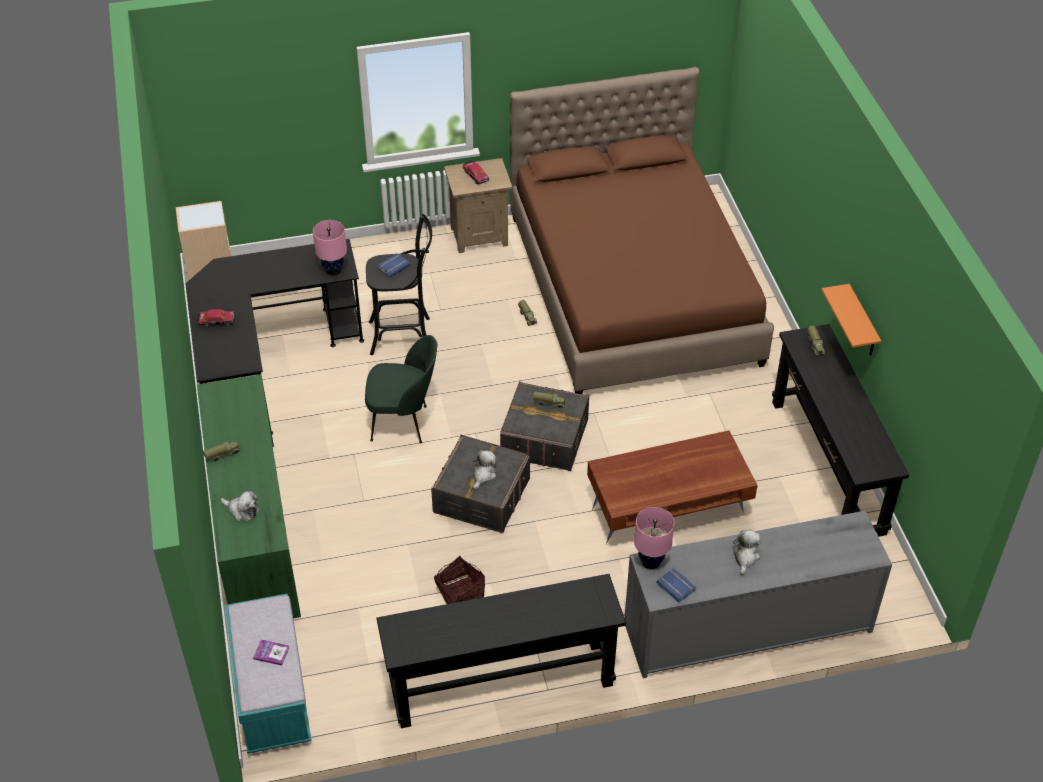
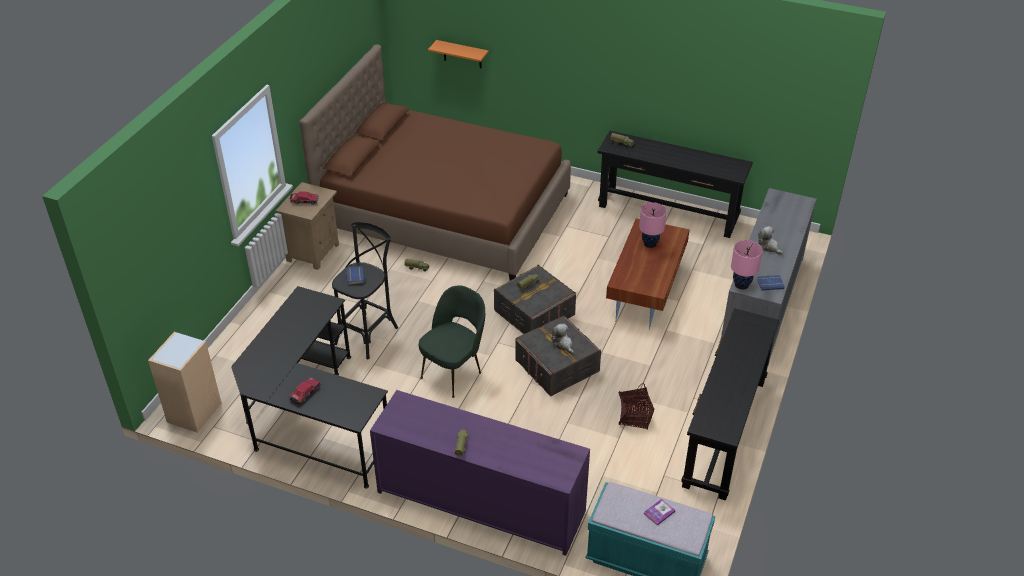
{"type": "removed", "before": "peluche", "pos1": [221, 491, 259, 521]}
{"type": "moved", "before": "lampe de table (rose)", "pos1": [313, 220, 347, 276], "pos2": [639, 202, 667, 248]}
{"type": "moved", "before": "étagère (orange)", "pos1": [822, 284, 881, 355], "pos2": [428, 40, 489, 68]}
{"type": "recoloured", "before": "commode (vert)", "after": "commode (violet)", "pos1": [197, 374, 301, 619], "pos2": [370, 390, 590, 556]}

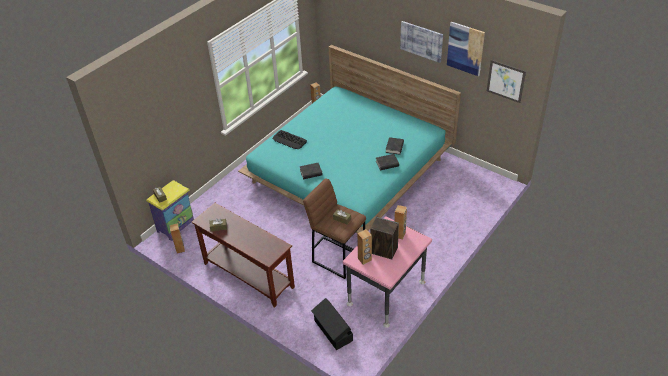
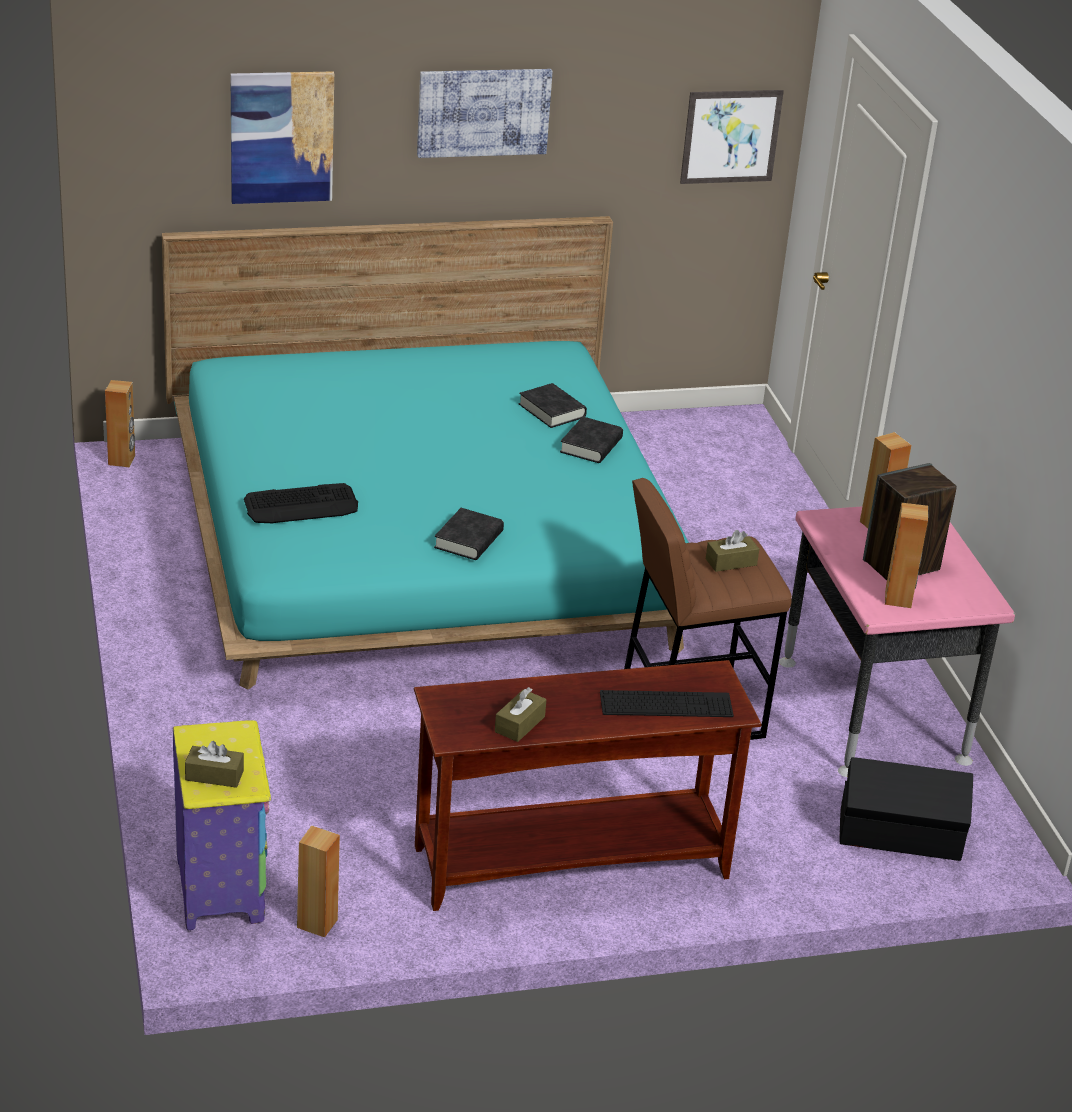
{"type": "added", "after": "clavier", "pos2": [600, 690, 734, 717]}
{"type": "moved", "before": "tableau", "pos1": [447, 22, 485, 76], "pos2": [230, 71, 334, 204]}

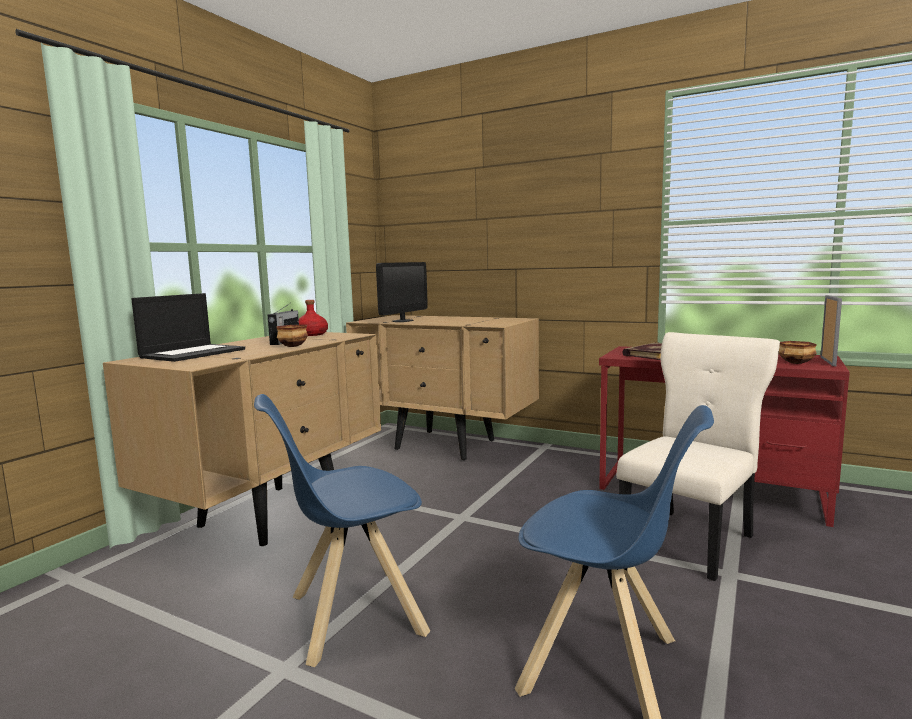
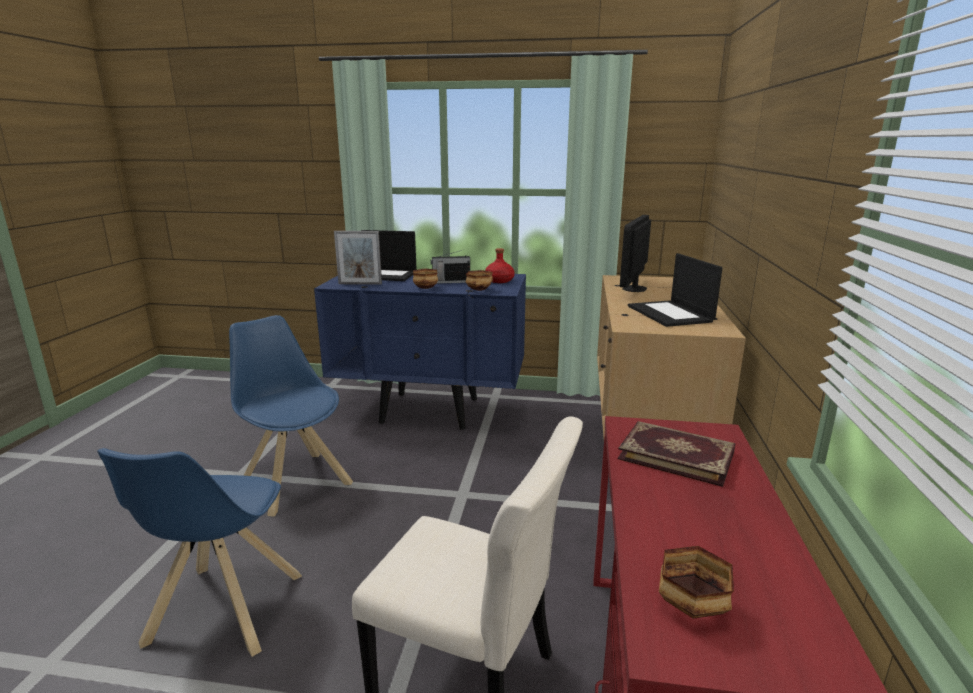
{"type": "added", "after": "bol", "pos2": [465, 270, 493, 291]}
{"type": "added", "after": "ordinateur portable", "pos2": [628, 253, 723, 327]}
{"type": "moved", "before": "cadre photo", "pos1": [820, 295, 842, 366], "pos2": [334, 231, 382, 285]}
{"type": "recoloured", "before": "commode (beige)", "after": "commode (bleu)", "pos1": [103, 332, 381, 546], "pos2": [314, 274, 526, 430]}
{"type": "turned", "before": "écran d'ordinateur", "pos1": [376, 262, 428, 322], "pos2": [620, 215, 651, 292], "turn": 105}

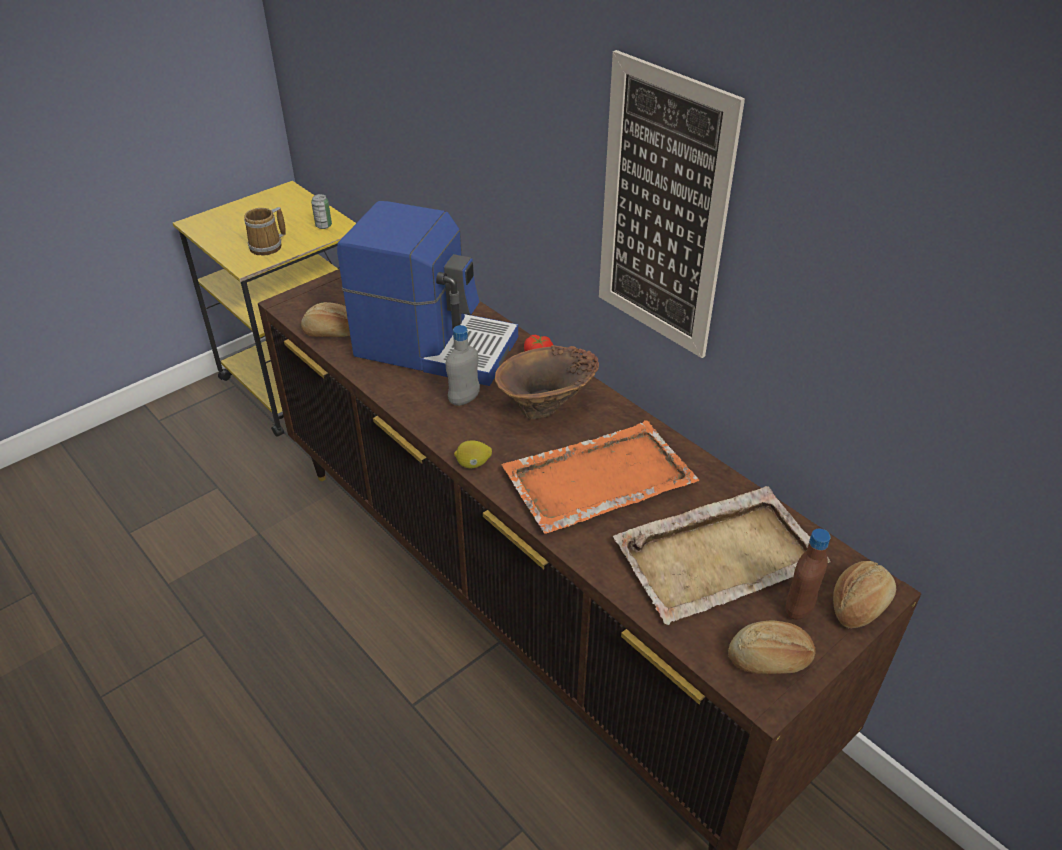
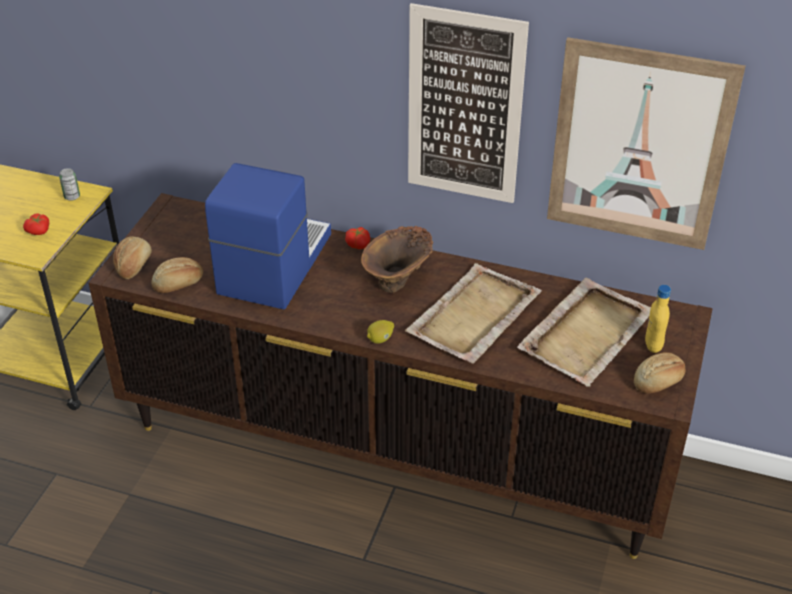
{"type": "removed", "before": "bouteille (gris)", "pos1": [446, 325, 480, 406]}
{"type": "added", "after": "tableau", "pos2": [547, 37, 746, 250]}
{"type": "moved", "before": "pain", "pos1": [833, 561, 896, 629], "pos2": [113, 237, 152, 279]}
{"type": "replaced", "before": "mug", "after": "tomate", "pos1": [244, 207, 286, 256], "pos2": [23, 213, 49, 235]}
{"type": "recoloured", "before": "plateau (orange)", "after": "plateau (beige)", "pos1": [502, 420, 699, 534], "pos2": [405, 263, 542, 363]}
{"type": "recoloured", "before": "bouteille (marron)", "after": "bouteille (jaune)", "pos1": [786, 528, 831, 620], "pos2": [645, 285, 671, 353]}
{"type": "turned", "before": "machine à café", "pos1": [337, 201, 518, 386], "pos2": [205, 163, 331, 309], "turn": -60}

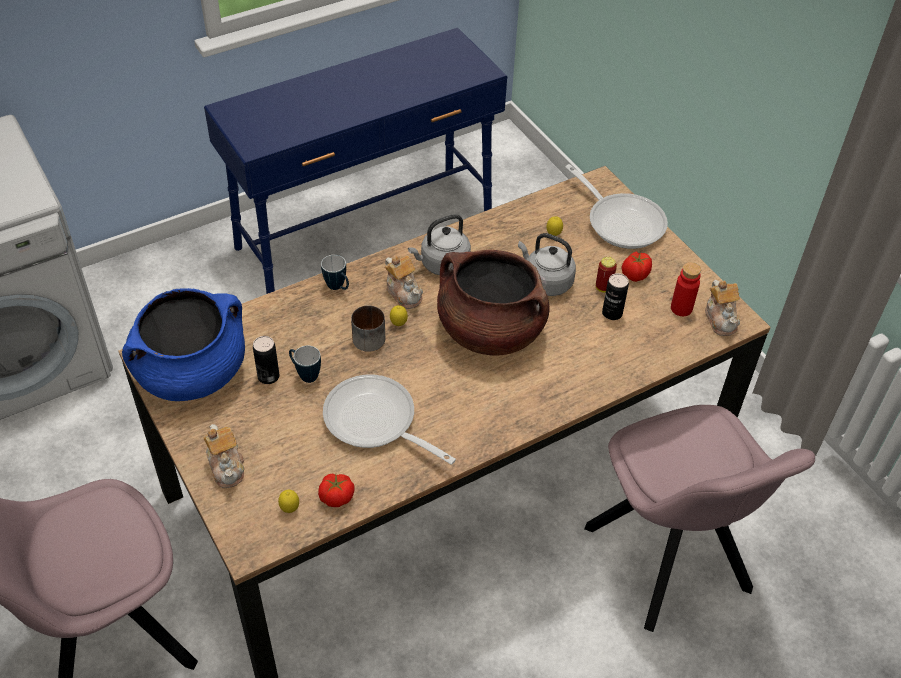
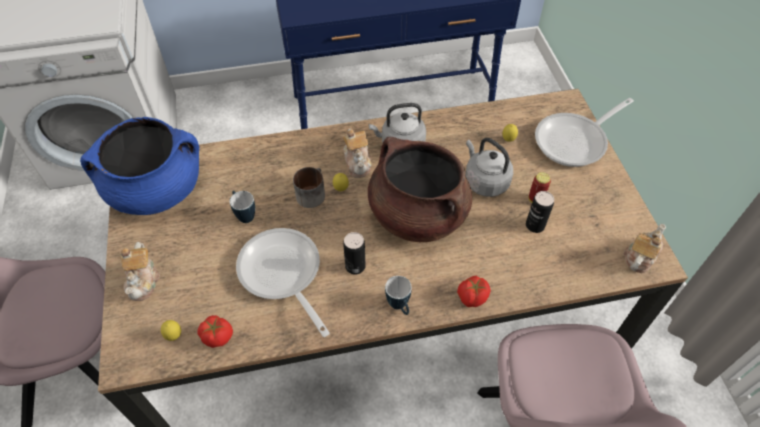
{"type": "removed", "before": "bouteille (rouge)", "pos1": [671, 262, 701, 316]}
{"type": "moved", "before": "boîte métallique", "pos1": [253, 336, 280, 384], "pos2": [343, 232, 366, 275]}
{"type": "moved", "before": "mug", "pos1": [321, 255, 349, 290], "pos2": [385, 276, 412, 315]}
{"type": "moved", "before": "tomate", "pos1": [621, 251, 652, 282], "pos2": [457, 276, 491, 307]}
{"type": "turned", "before": "poêle", "pos1": [565, 164, 668, 249], "pos2": [535, 98, 634, 167], "turn": 75}
{"type": "turned", "before": "théière", "pos1": [705, 280, 740, 336], "pos2": [623, 224, 666, 273], "turn": -150}

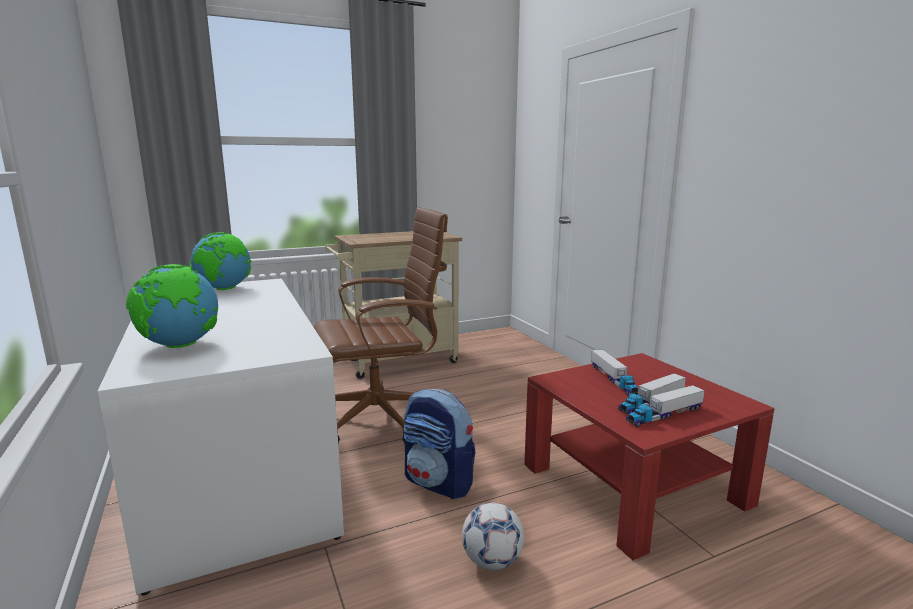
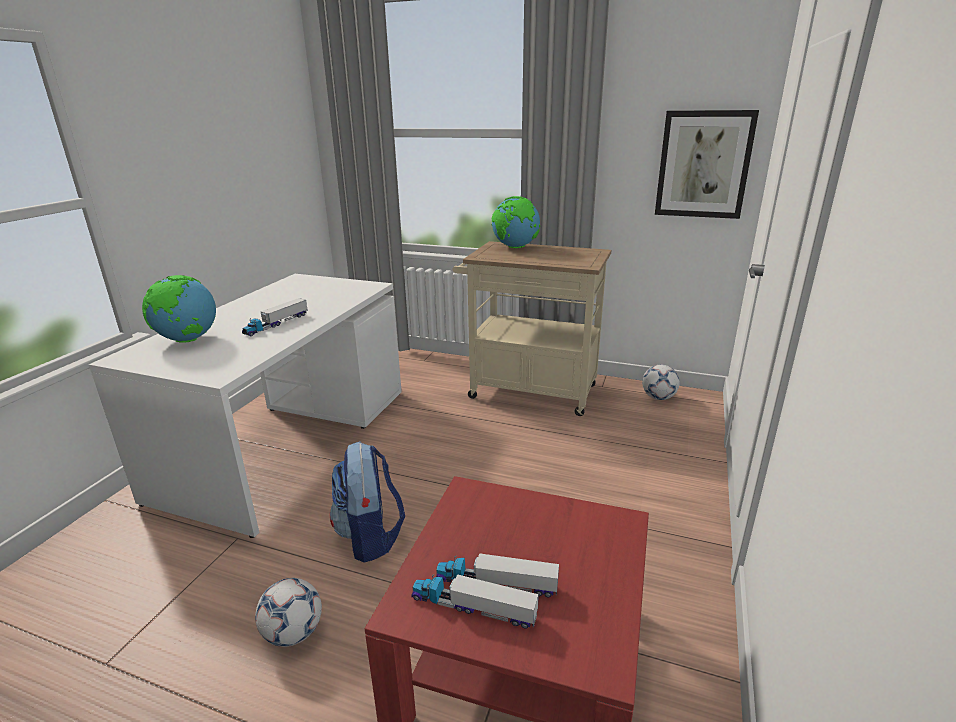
{"type": "removed", "before": "chaise de bureau (marron)", "pos1": [314, 207, 448, 444]}
{"type": "added", "after": "ballon de foot", "pos2": [642, 365, 680, 400]}
{"type": "added", "after": "tableau", "pos2": [655, 110, 759, 219]}
{"type": "moved", "before": "globe", "pos1": [190, 232, 252, 290], "pos2": [492, 196, 540, 248]}
{"type": "moved", "before": "camion jouet", "pos1": [591, 350, 638, 395], "pos2": [242, 298, 307, 336]}

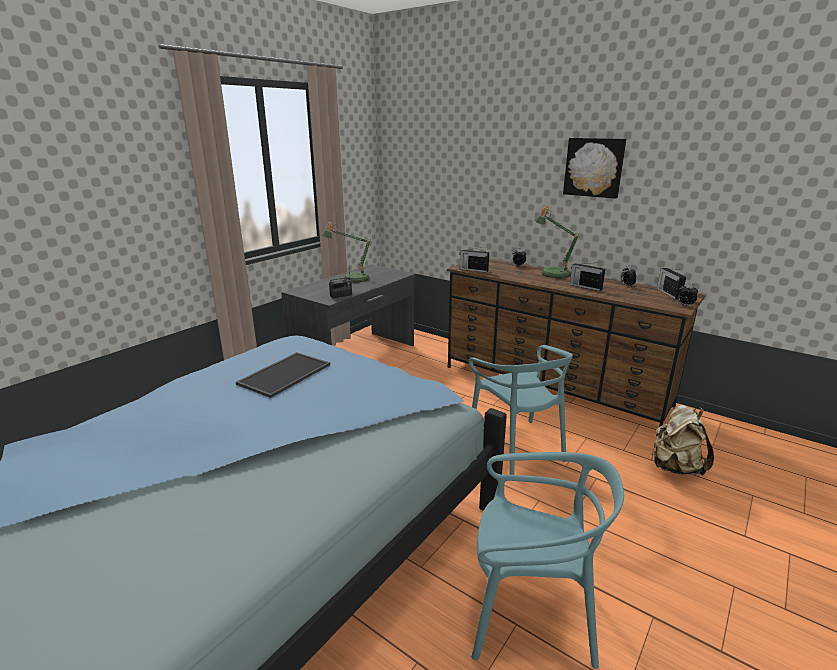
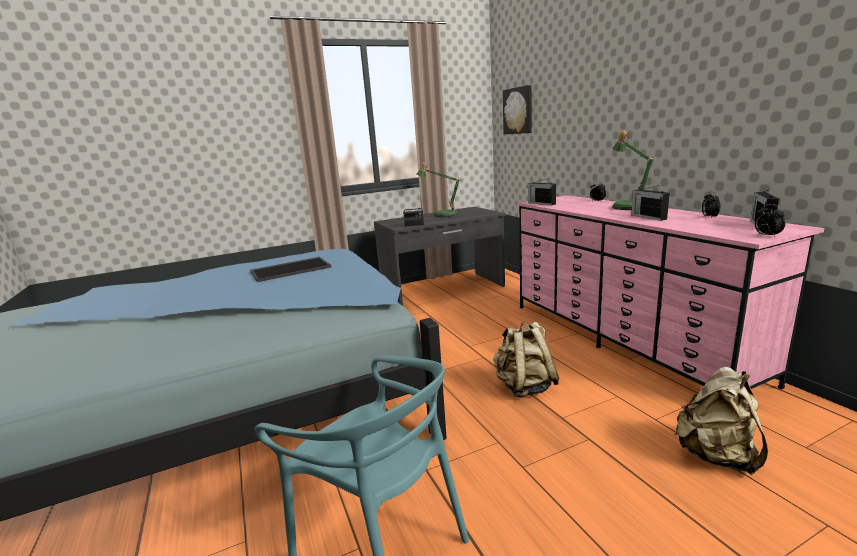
{"type": "moved", "before": "tableau", "pos1": [563, 138, 626, 199], "pos2": [503, 85, 532, 134]}
{"type": "replaced", "before": "chaise (turquoise)", "after": "sac à dos (beige)", "pos1": [468, 345, 573, 475], "pos2": [493, 322, 559, 398]}
{"type": "recoloured", "before": "commode (marron)", "after": "commode (rose)", "pos1": [447, 259, 705, 427], "pos2": [517, 195, 825, 389]}

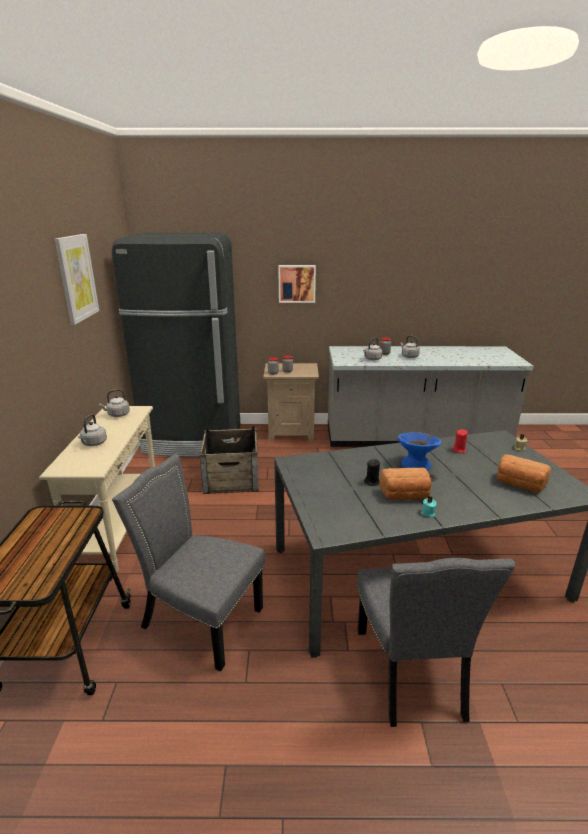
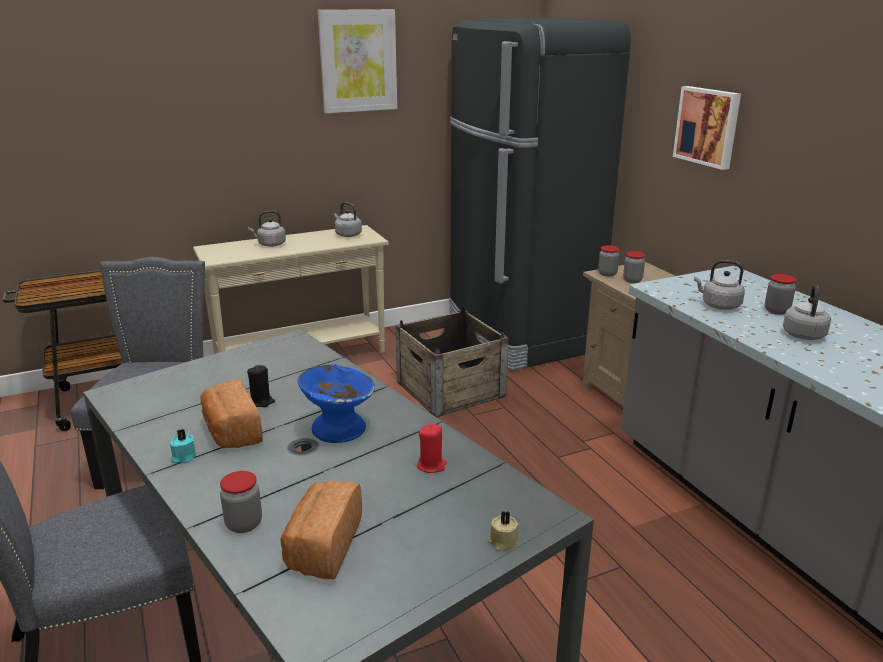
{"type": "added", "after": "bocal", "pos2": [220, 471, 262, 533]}

